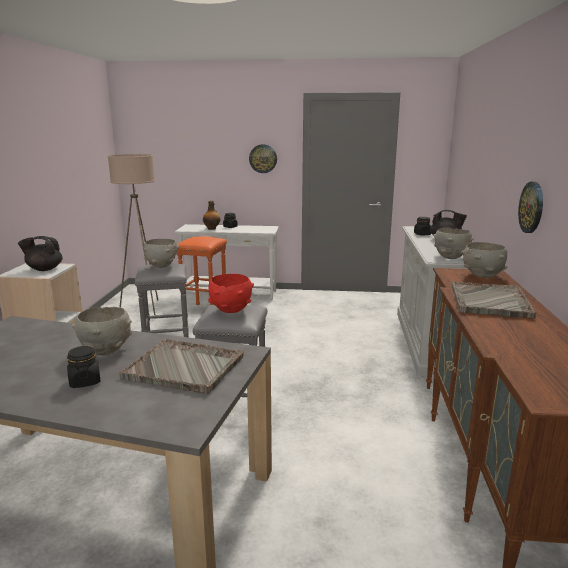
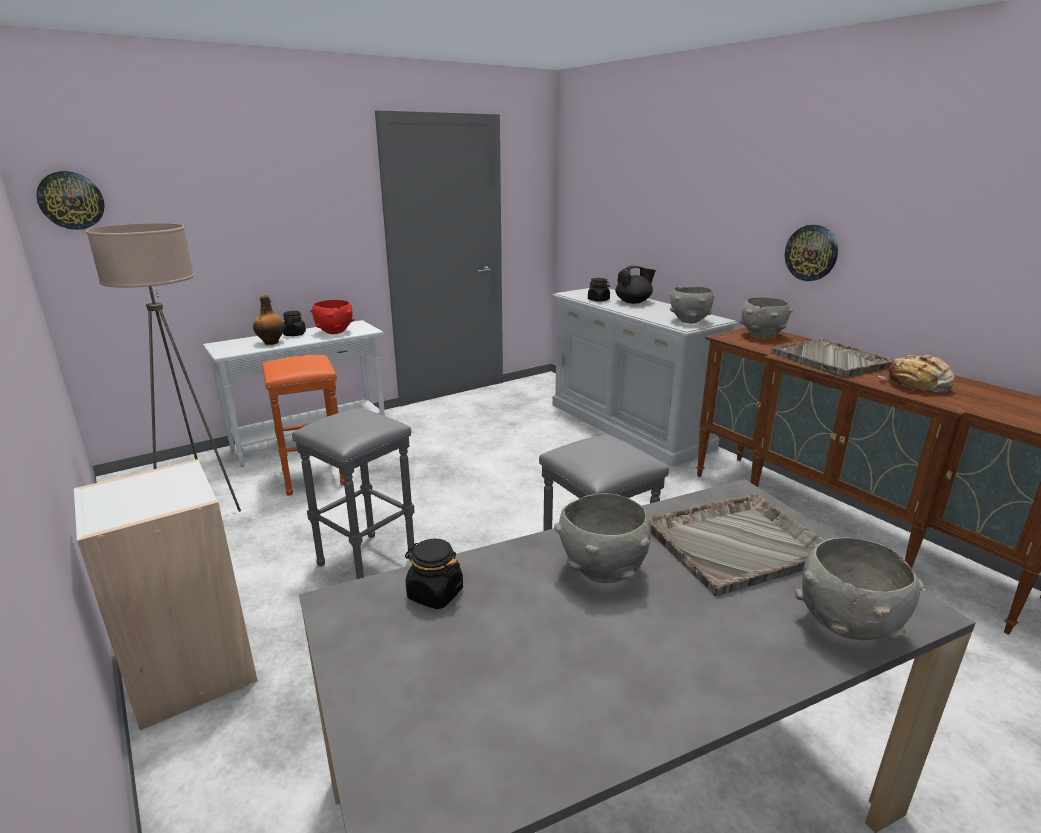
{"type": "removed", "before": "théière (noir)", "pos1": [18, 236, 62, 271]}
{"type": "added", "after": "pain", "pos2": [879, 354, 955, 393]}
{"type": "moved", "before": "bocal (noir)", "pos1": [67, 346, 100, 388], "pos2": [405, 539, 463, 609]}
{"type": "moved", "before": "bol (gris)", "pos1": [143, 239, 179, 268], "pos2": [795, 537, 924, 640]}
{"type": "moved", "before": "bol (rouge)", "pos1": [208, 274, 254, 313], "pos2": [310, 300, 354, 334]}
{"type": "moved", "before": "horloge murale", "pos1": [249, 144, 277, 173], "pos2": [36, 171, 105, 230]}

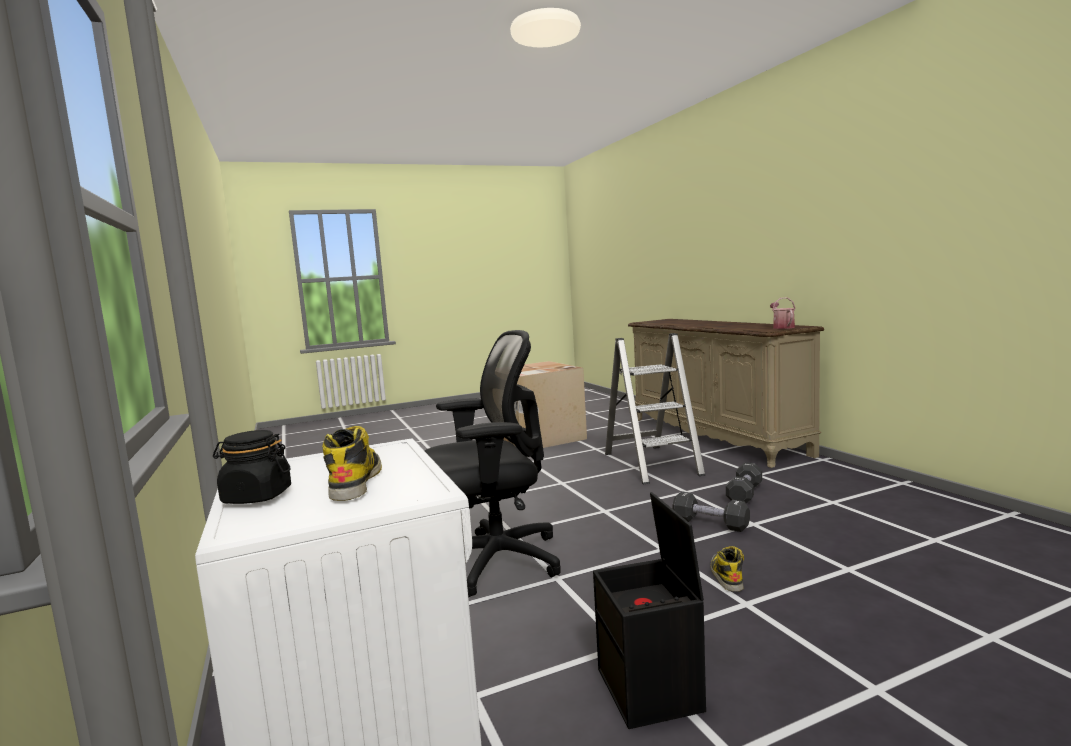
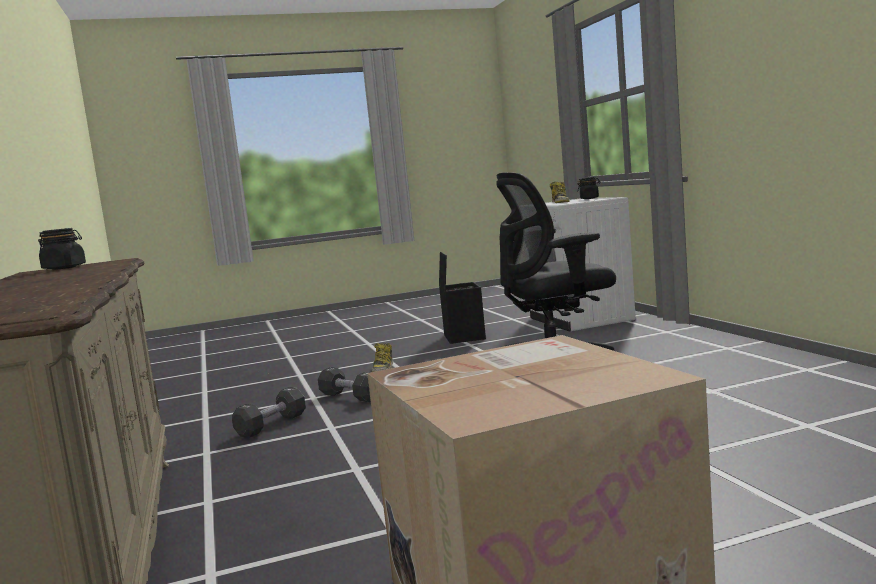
{"type": "removed", "before": "escabeau (gris)", "pos1": [605, 333, 705, 484]}
{"type": "replaced", "before": "arrosoir", "after": "bocal (noir)", "pos1": [770, 297, 796, 329], "pos2": [38, 228, 86, 270]}

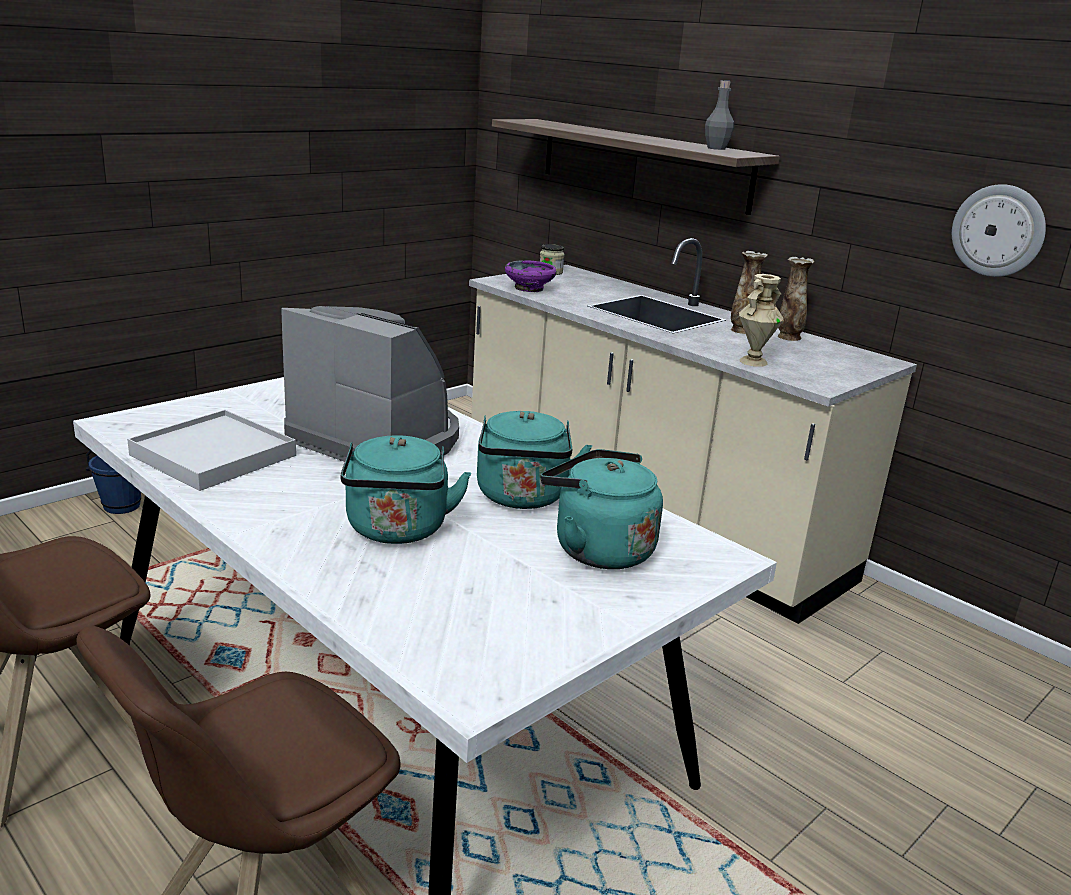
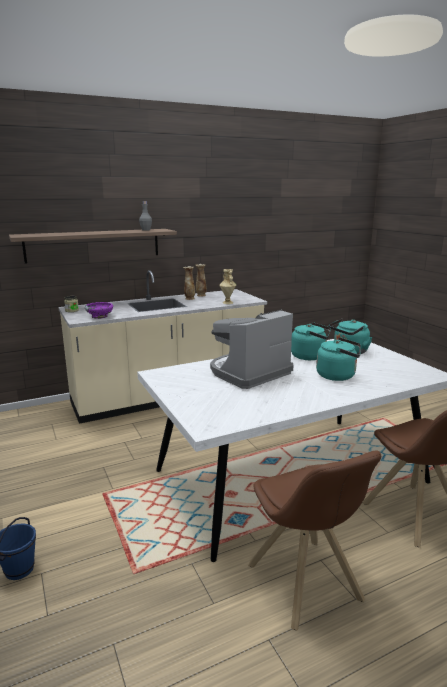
{"type": "removed", "before": "plateau (blanc)", "pos1": [127, 410, 296, 491]}
{"type": "removed", "before": "horloge murale", "pos1": [952, 184, 1046, 277]}

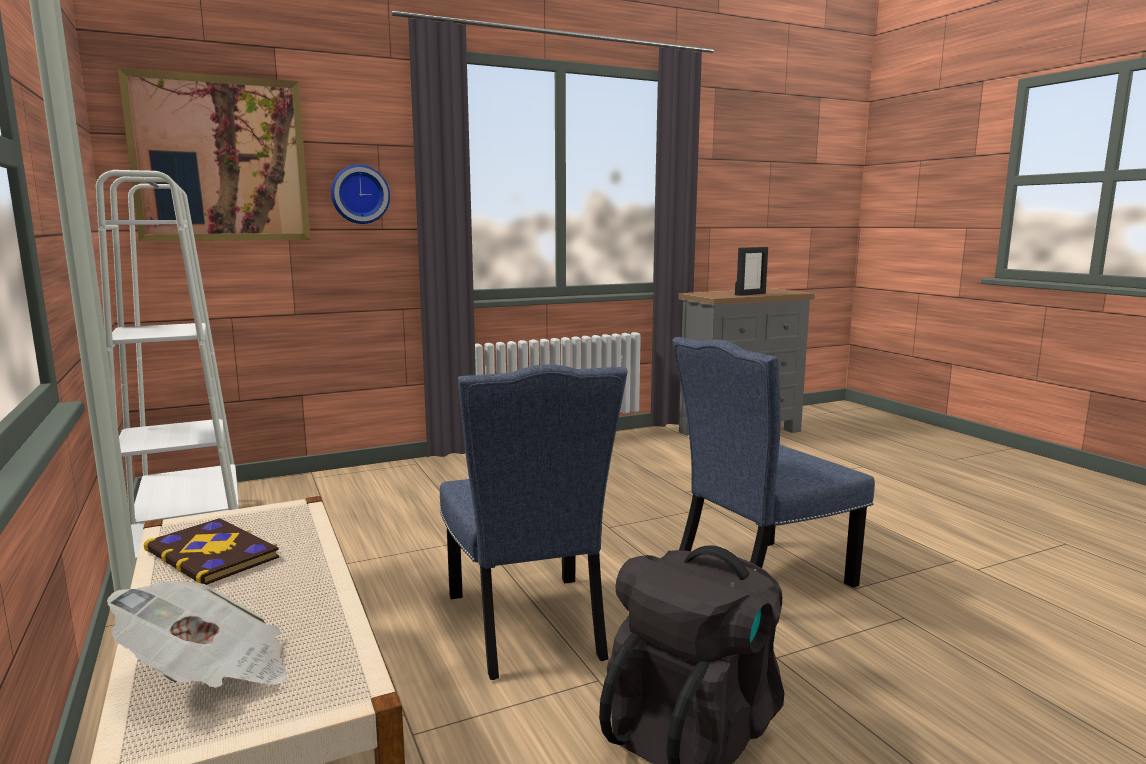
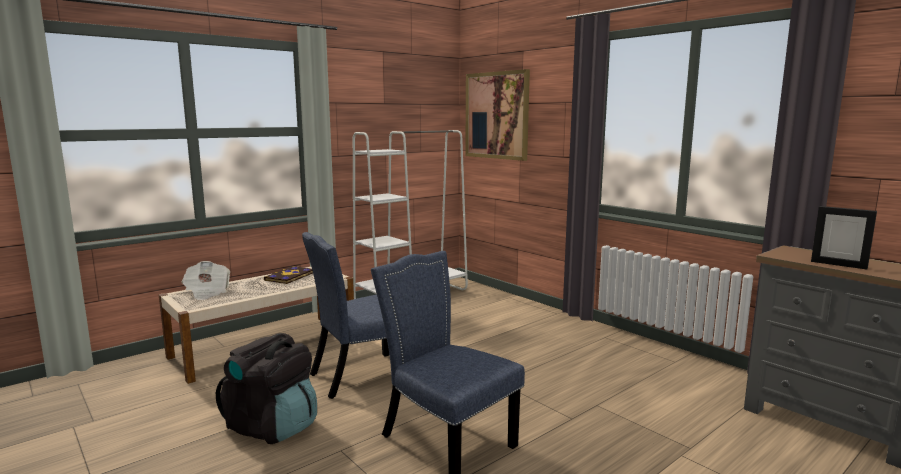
{"type": "removed", "before": "horloge murale", "pos1": [331, 165, 390, 224]}

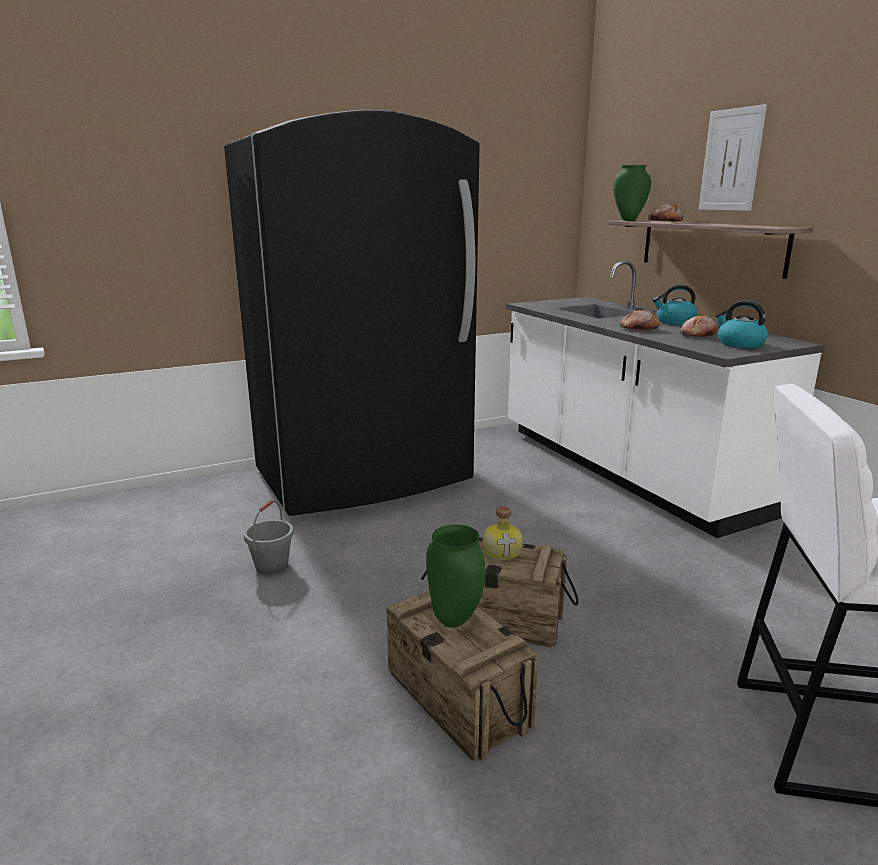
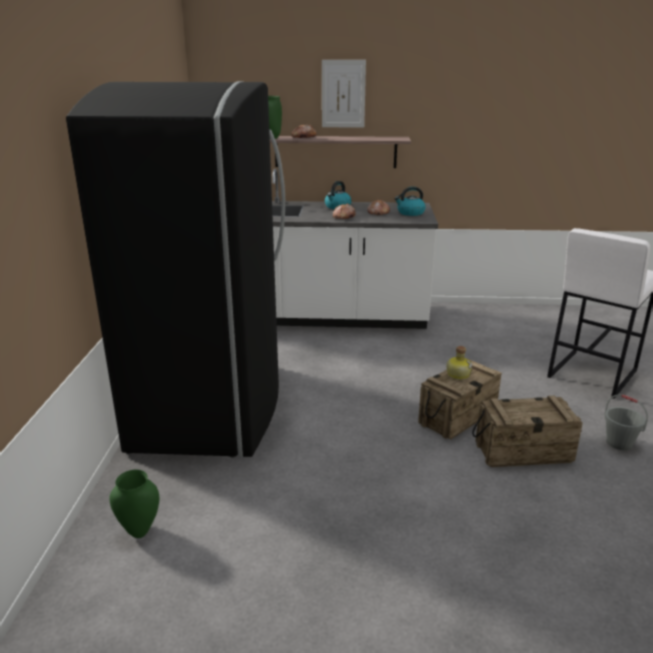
{"type": "moved", "before": "seau (gris)", "pos1": [244, 500, 294, 575], "pos2": [604, 394, 648, 450]}
{"type": "moved", "before": "vase (vert)", "pos1": [426, 525, 485, 628], "pos2": [109, 470, 159, 538]}

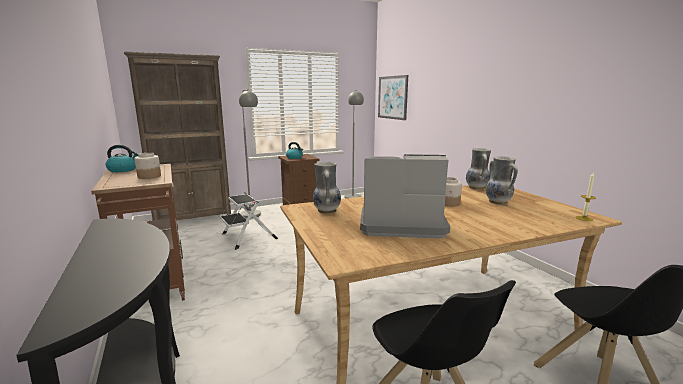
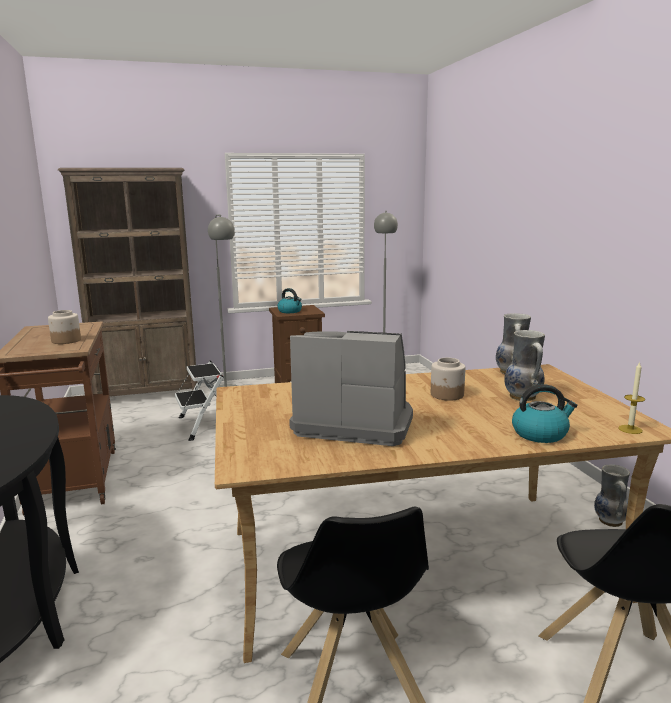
{"type": "removed", "before": "tableau", "pos1": [378, 75, 408, 120]}
{"type": "moved", "before": "bouilloire", "pos1": [106, 145, 138, 172], "pos2": [512, 384, 577, 443]}
{"type": "moved", "before": "vase", "pos1": [313, 162, 341, 214], "pos2": [594, 464, 630, 527]}

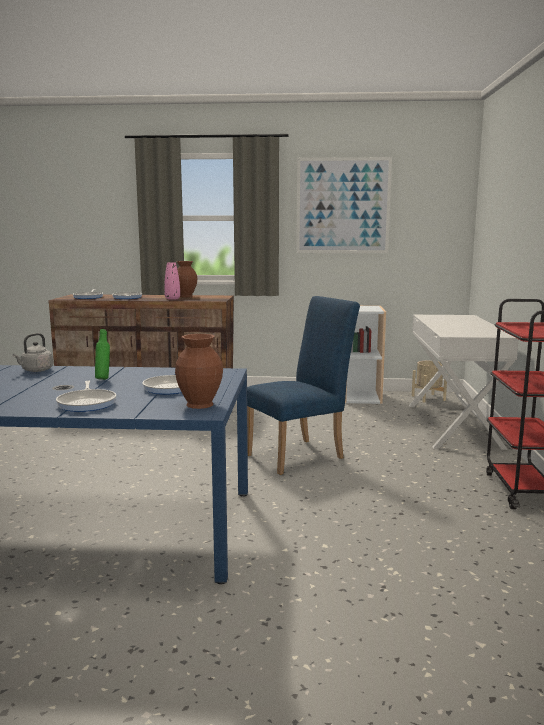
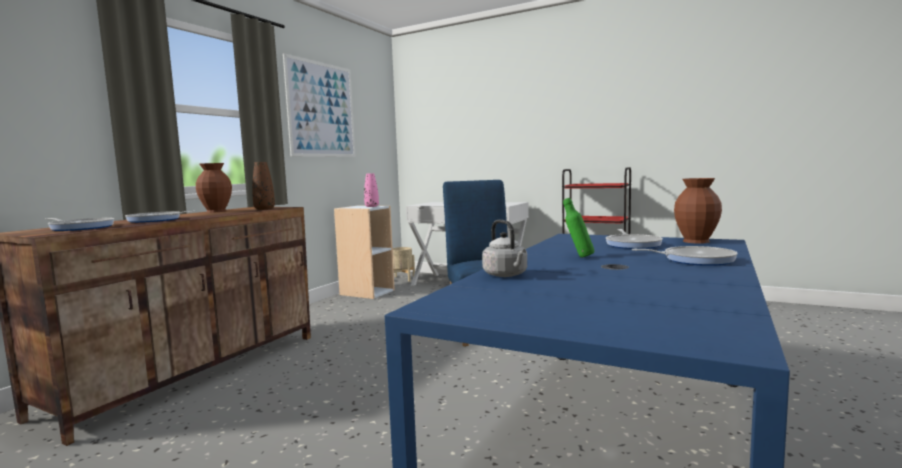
{"type": "added", "after": "vase (marron)", "pos2": [252, 162, 275, 210]}
{"type": "moved", "before": "vase (rose)", "pos1": [164, 262, 180, 300], "pos2": [364, 173, 379, 207]}

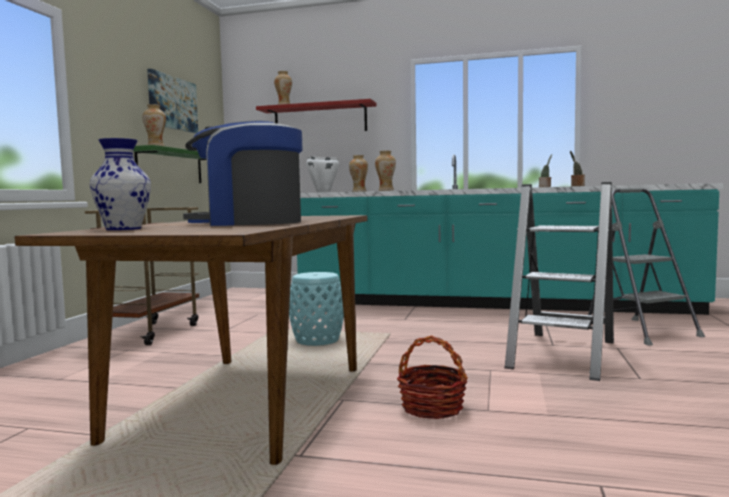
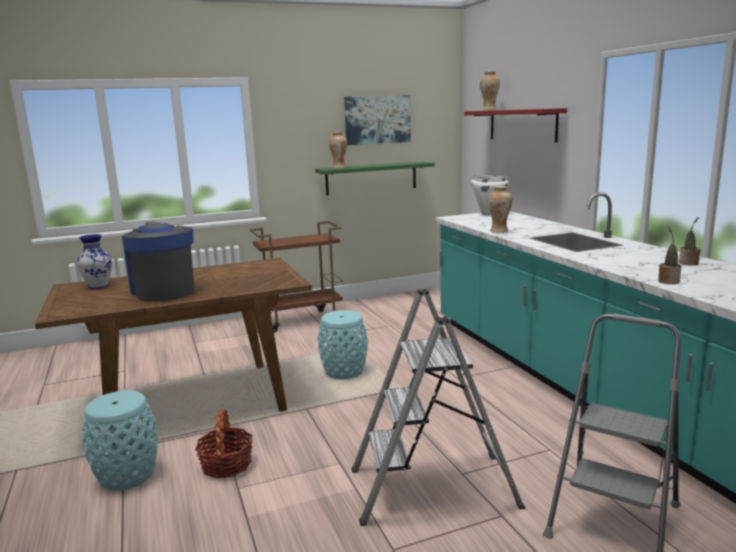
{"type": "removed", "before": "vase", "pos1": [349, 155, 368, 192]}
{"type": "added", "after": "tabouret (turquoise)", "pos2": [82, 391, 158, 491]}

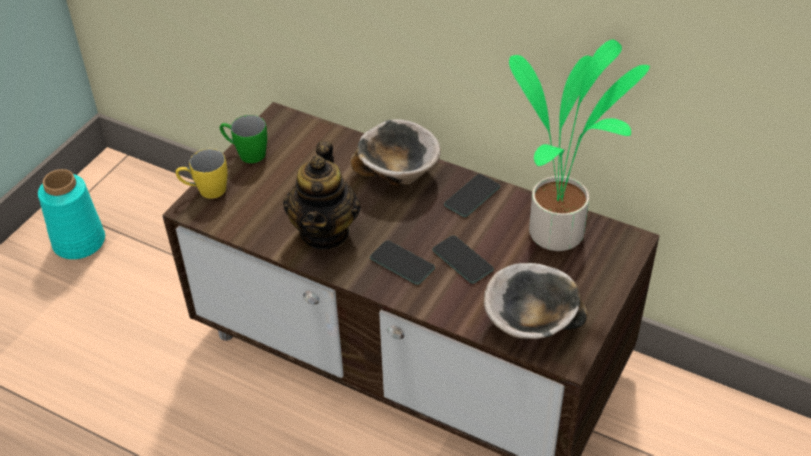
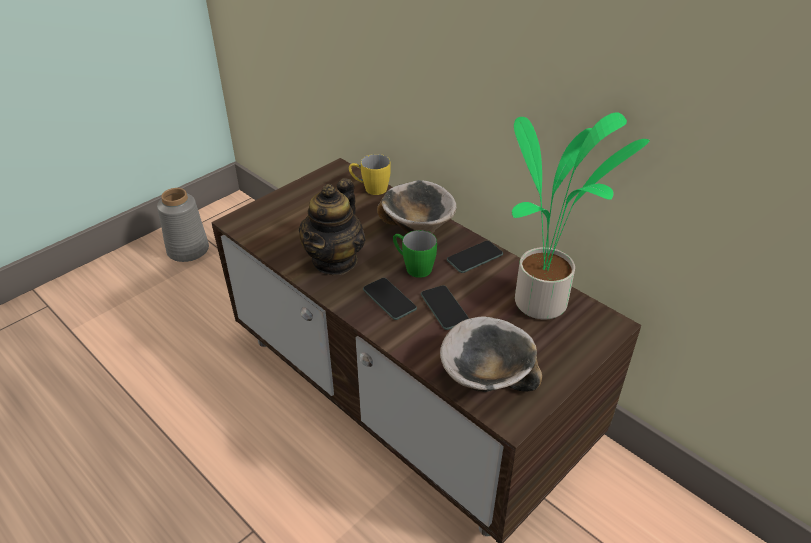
{"type": "moved", "before": "mug (jaune)", "pos1": [176, 149, 227, 199], "pos2": [349, 154, 391, 195]}
{"type": "moved", "before": "mug (vert)", "pos1": [220, 115, 267, 163], "pos2": [393, 230, 437, 278]}
{"type": "recoloured", "before": "vase (turquoise)", "after": "vase (gris)", "pos1": [38, 169, 105, 259], "pos2": [157, 188, 209, 262]}

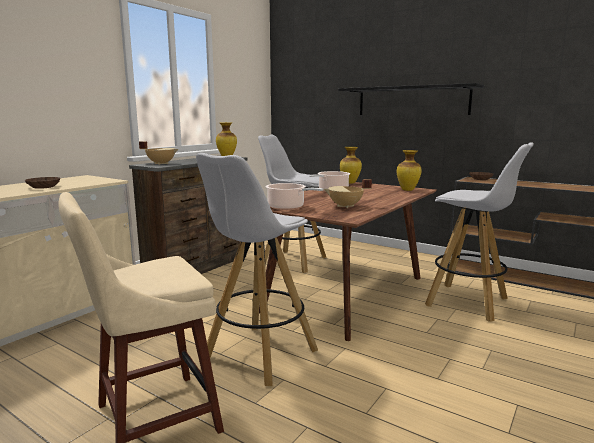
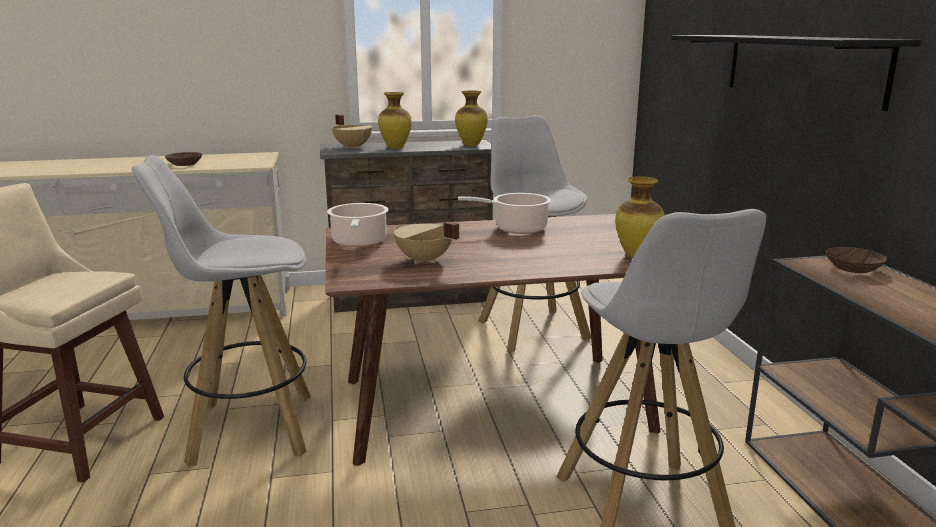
{"type": "moved", "before": "vase", "pos1": [340, 147, 362, 184], "pos2": [378, 92, 412, 149]}

